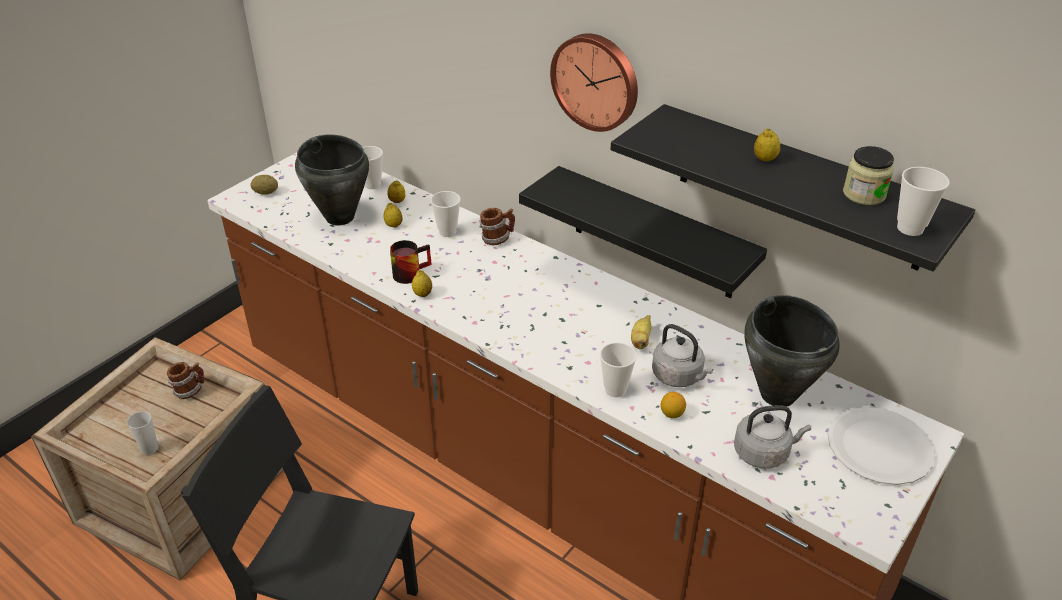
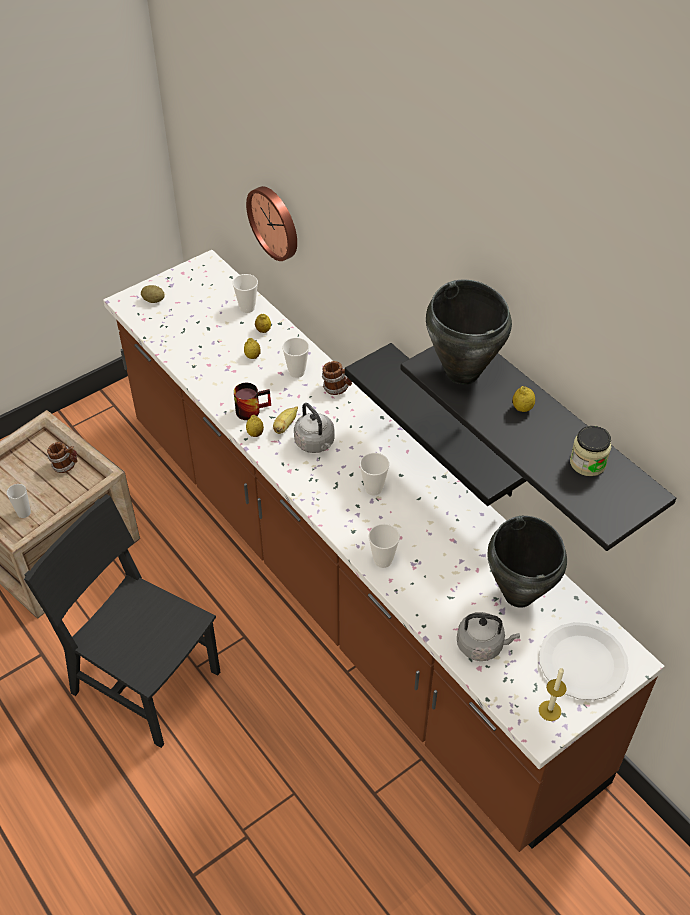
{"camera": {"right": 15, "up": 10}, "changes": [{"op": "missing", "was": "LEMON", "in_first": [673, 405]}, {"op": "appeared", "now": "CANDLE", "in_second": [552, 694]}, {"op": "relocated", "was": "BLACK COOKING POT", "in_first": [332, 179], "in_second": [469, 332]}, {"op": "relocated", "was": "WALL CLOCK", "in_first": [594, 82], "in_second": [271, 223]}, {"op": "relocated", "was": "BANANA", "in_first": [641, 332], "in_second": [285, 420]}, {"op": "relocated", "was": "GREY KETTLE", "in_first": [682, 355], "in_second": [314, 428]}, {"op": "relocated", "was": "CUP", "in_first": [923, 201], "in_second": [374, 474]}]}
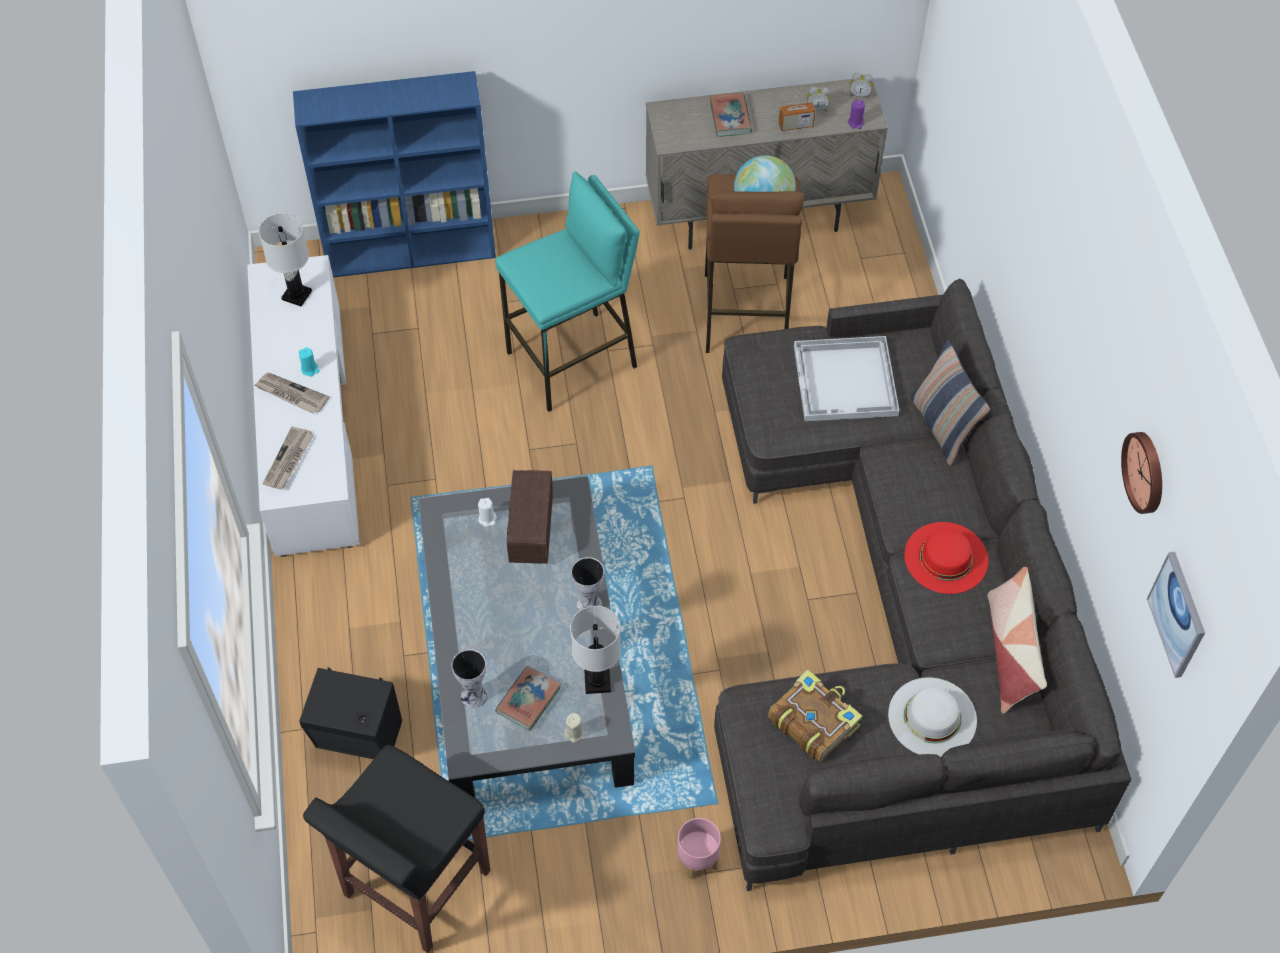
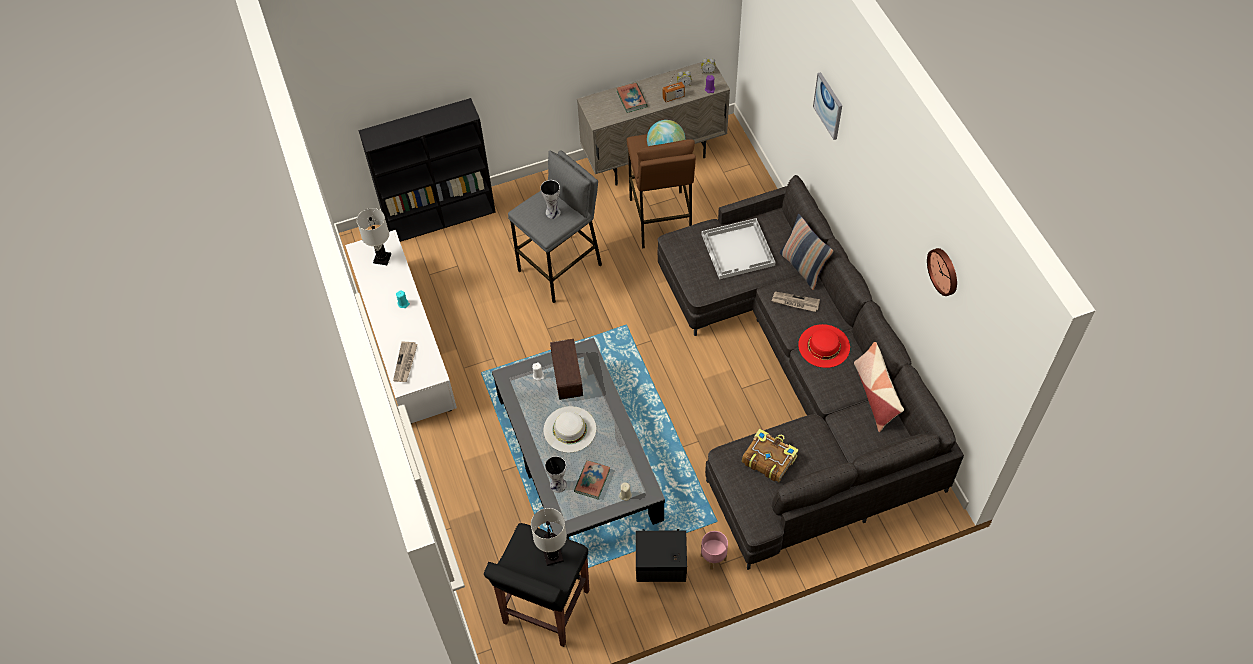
{"camera": {"right": -10, "up": 0}, "changes": [{"op": "relocated", "was": "NEWSPAPER", "in_first": [292, 393], "in_second": [796, 302]}, {"op": "relocated", "was": "BLACK SPEAKER", "in_first": [350, 713], "in_second": [661, 555]}, {"op": "relocated", "was": "WHITE TABLE LAMP", "in_first": [595, 650], "in_second": [549, 537]}, {"op": "relocated", "was": "VASE", "in_first": [587, 584], "in_second": [550, 199]}, {"op": "relocated", "was": "WHITE HAT", "in_first": [932, 717], "in_second": [570, 429]}, {"op": "relocated", "was": "PICTURE", "in_first": [1176, 615], "in_second": [827, 106]}, {"op": "colour", "was": "BLUE BOOKCASE", "now": "BLACK BOOKCASE", "in_first": [394, 174], "in_second": [427, 170]}, {"op": "colour", "was": "TURQUOISE STOOL", "now": "GREY STOOL", "in_first": [567, 292], "in_second": [555, 226]}]}
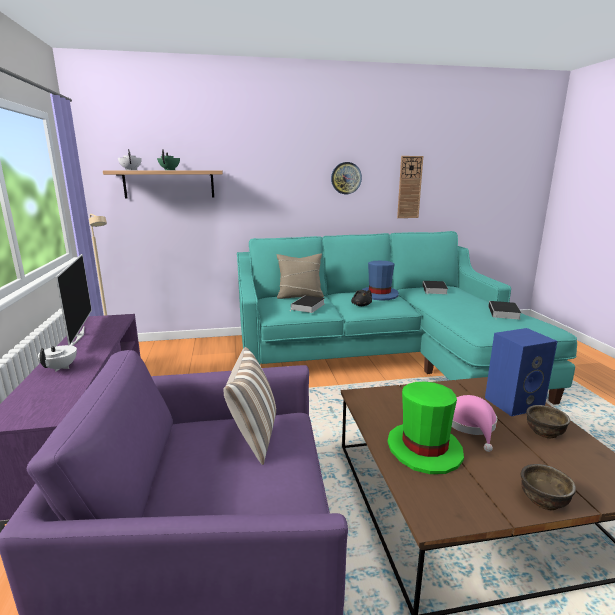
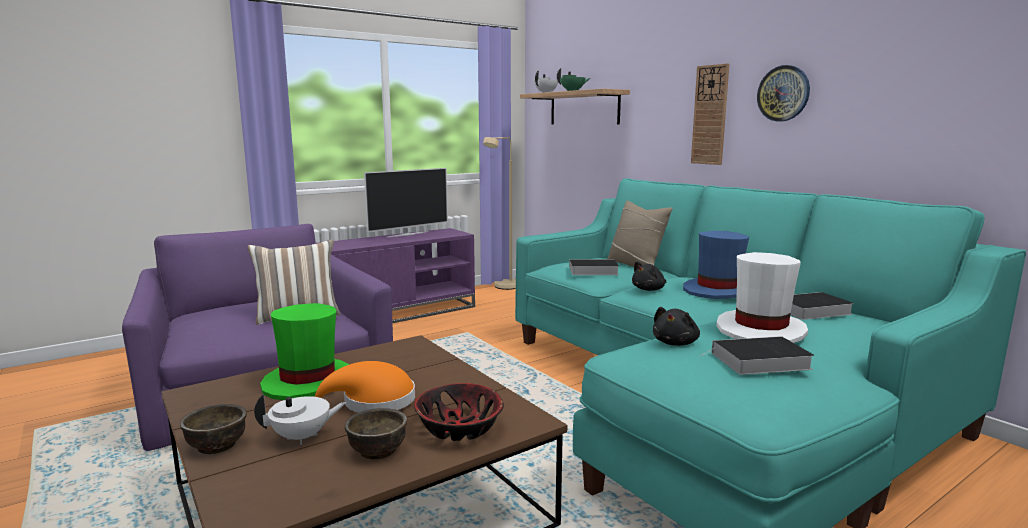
{"camera": {"right": 65, "up": -5}, "changes": [{"op": "appeared", "now": "BLACK PLUSH TOY", "in_second": [676, 326]}, {"op": "appeared", "now": "WHITE HAT", "in_second": [762, 297]}, {"op": "relocated", "was": "WHITE TEAPOT", "in_first": [57, 357], "in_second": [300, 419]}, {"op": "relocated", "was": "WALL CLOCK", "in_first": [410, 187], "in_second": [710, 114]}, {"op": "exchanged", "was": "BLUE SPEAKER", "now": "BOWL", "in_first": [521, 372], "in_second": [459, 412]}, {"op": "colour", "was": "PINK HAT", "now": "ORANGE HAT", "in_first": [474, 423], "in_second": [365, 387]}]}
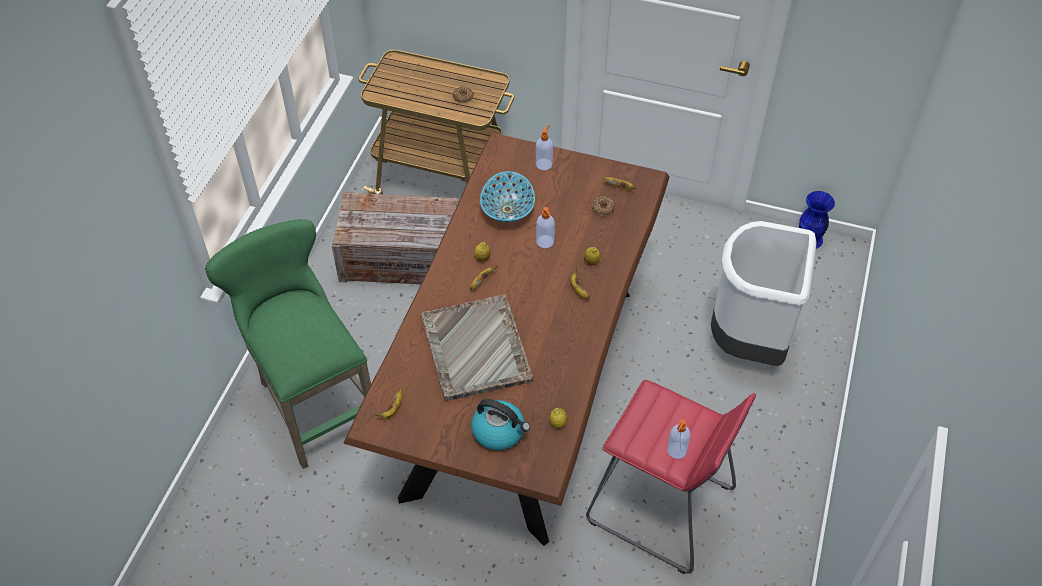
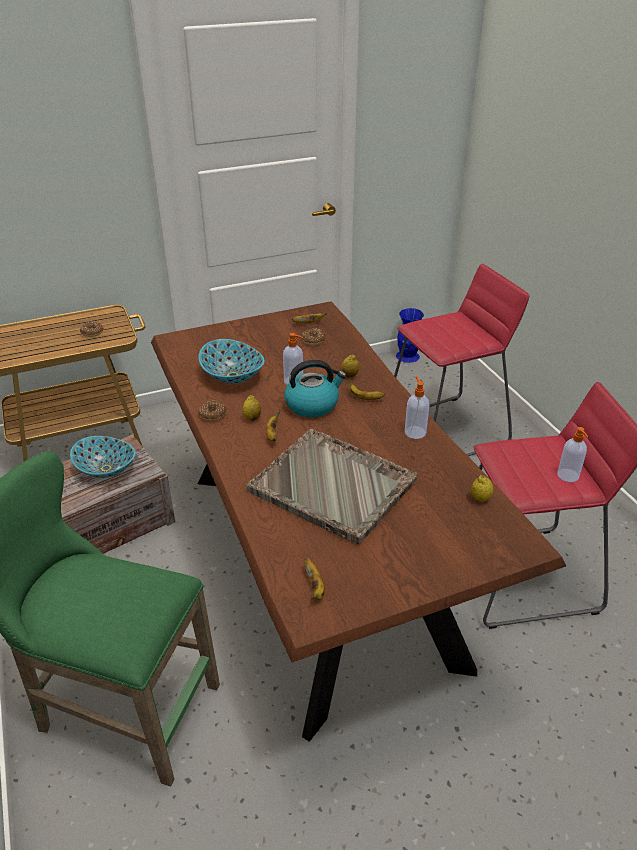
{"camera": {"right": -40, "up": -15}, "changes": [{"op": "appeared", "now": "BOWL", "in_second": [103, 457]}, {"op": "appeared", "now": "DONUT", "in_second": [212, 410]}, {"op": "relocated", "was": "KETTLE", "in_first": [500, 425], "in_second": [315, 388]}, {"op": "relocated", "was": "SOAP DISPENSER", "in_first": [544, 147], "in_second": [417, 407]}, {"op": "exchanged", "was": "WHITE TRASH CAN", "now": "RED STOOL", "in_first": [763, 293], "in_second": [462, 360]}]}
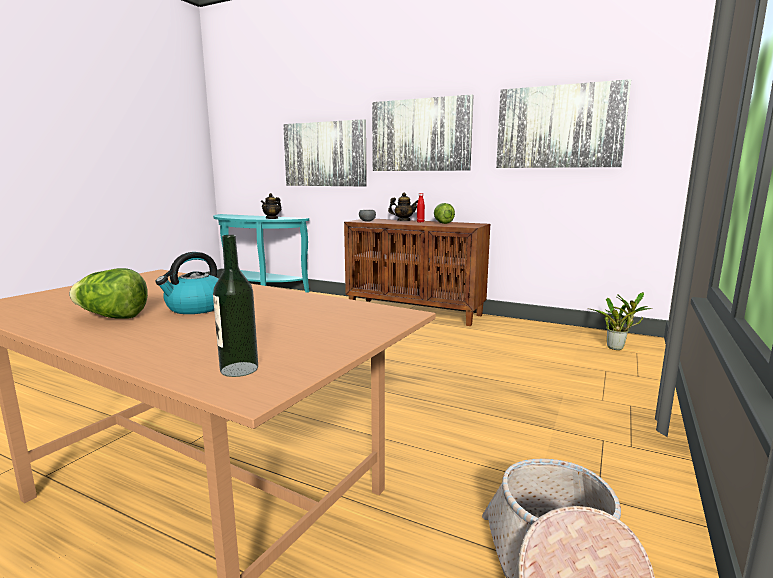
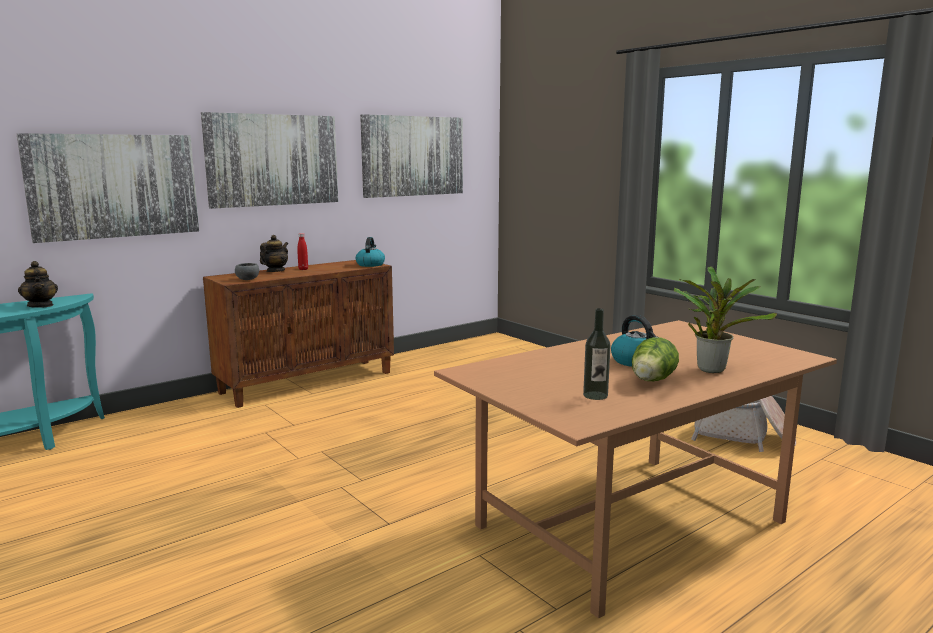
{"camera": {"right": -65, "up": 0}, "changes": [{"op": "missing", "was": "LETTUCE", "in_first": [444, 213]}, {"op": "appeared", "now": "KETTLE", "in_second": [370, 252]}, {"op": "relocated", "was": "BOTTLE", "in_first": [235, 306], "in_second": [597, 354]}, {"op": "relocated", "was": "POTTED PLANT", "in_first": [621, 321], "in_second": [725, 319]}]}
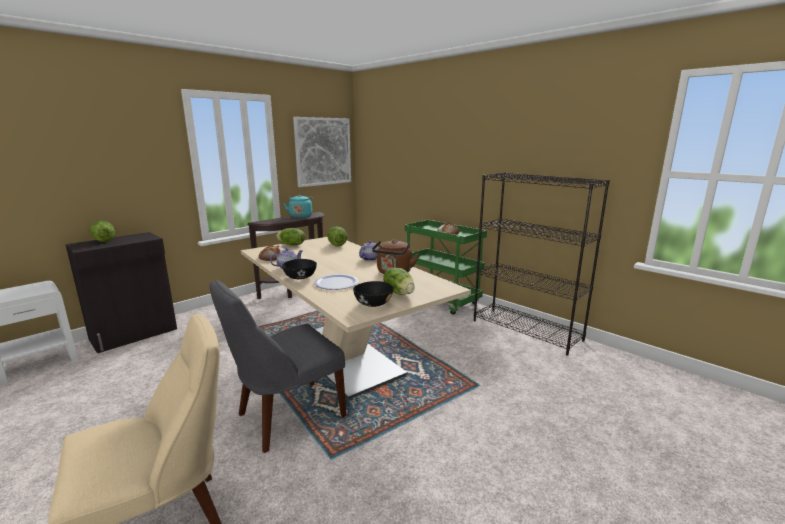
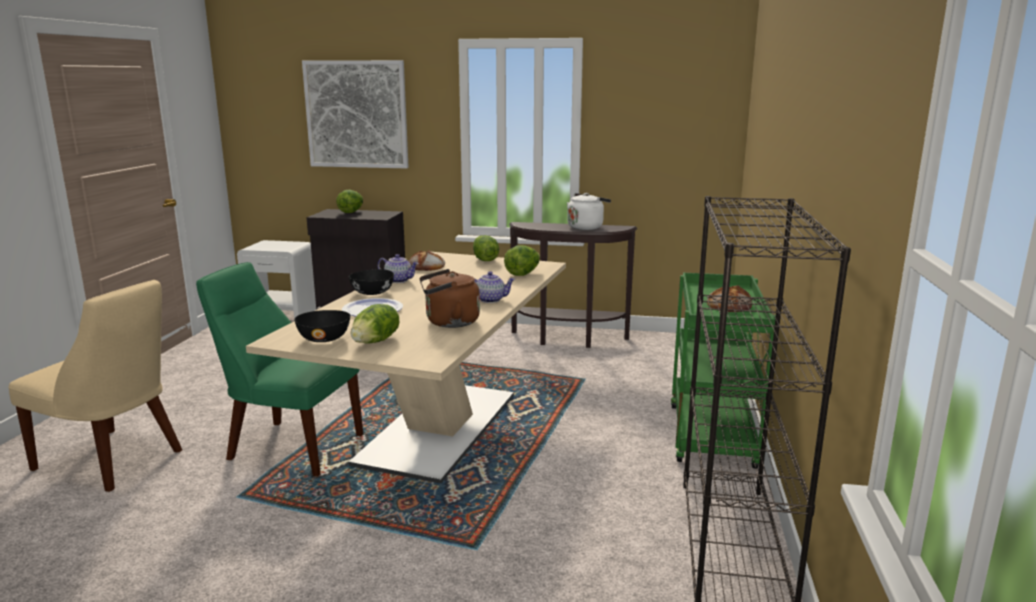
{"camera": {"right": 55, "up": 0}, "changes": [{"op": "relocated", "was": "PICTURE", "in_first": [322, 152], "in_second": [355, 114]}, {"op": "colour", "was": "GREY CHAIR", "now": "GREEN CHAIR", "in_first": [278, 366], "in_second": [279, 369]}, {"op": "colour", "was": "TURQUOISE KETTLE", "now": "WHITE KETTLE", "in_first": [297, 206], "in_second": [589, 211]}]}
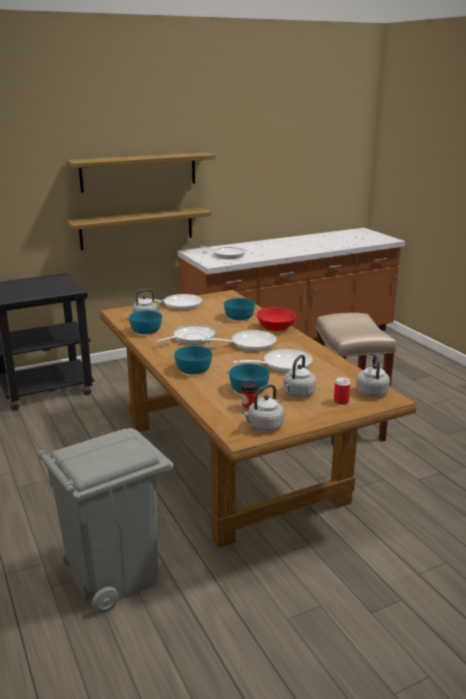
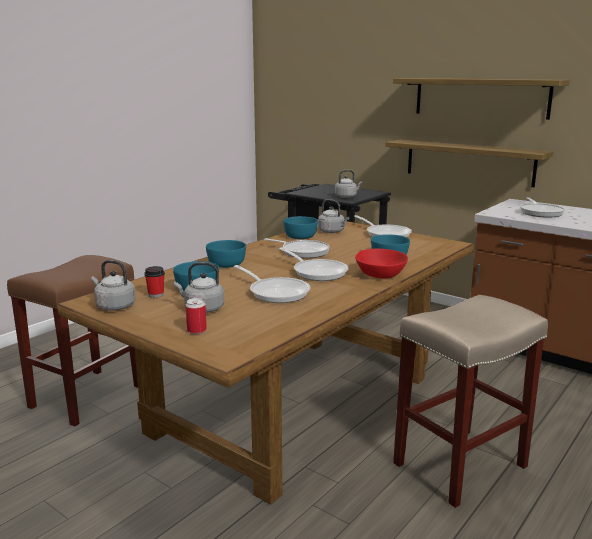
{"camera": {"right": 65, "up": -5}, "changes": [{"op": "relocated", "was": "GREY KETTLE", "in_first": [373, 375], "in_second": [349, 184]}, {"op": "exchanged", "was": "GREY TRASH CAN", "now": "BROWN STOOL", "in_first": [106, 520], "in_second": [72, 341]}]}
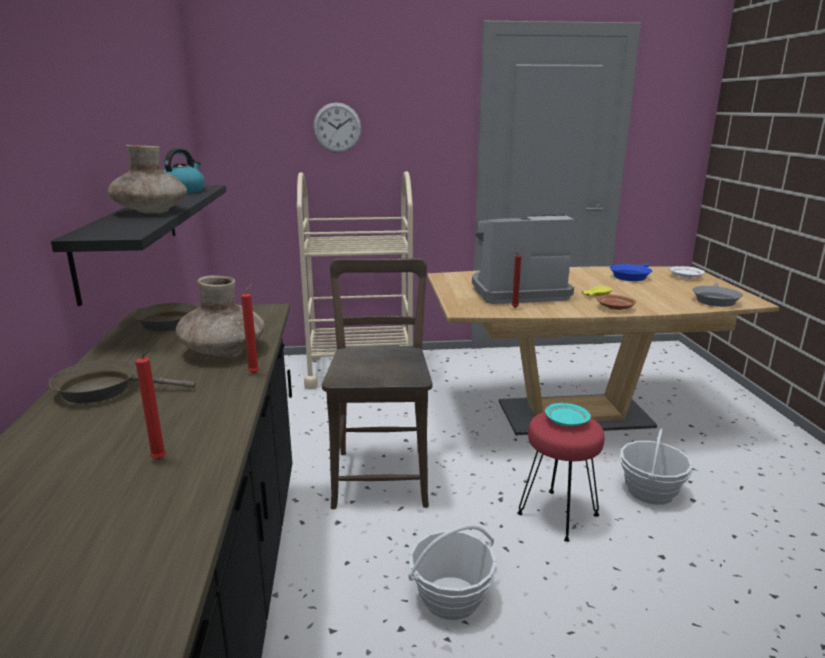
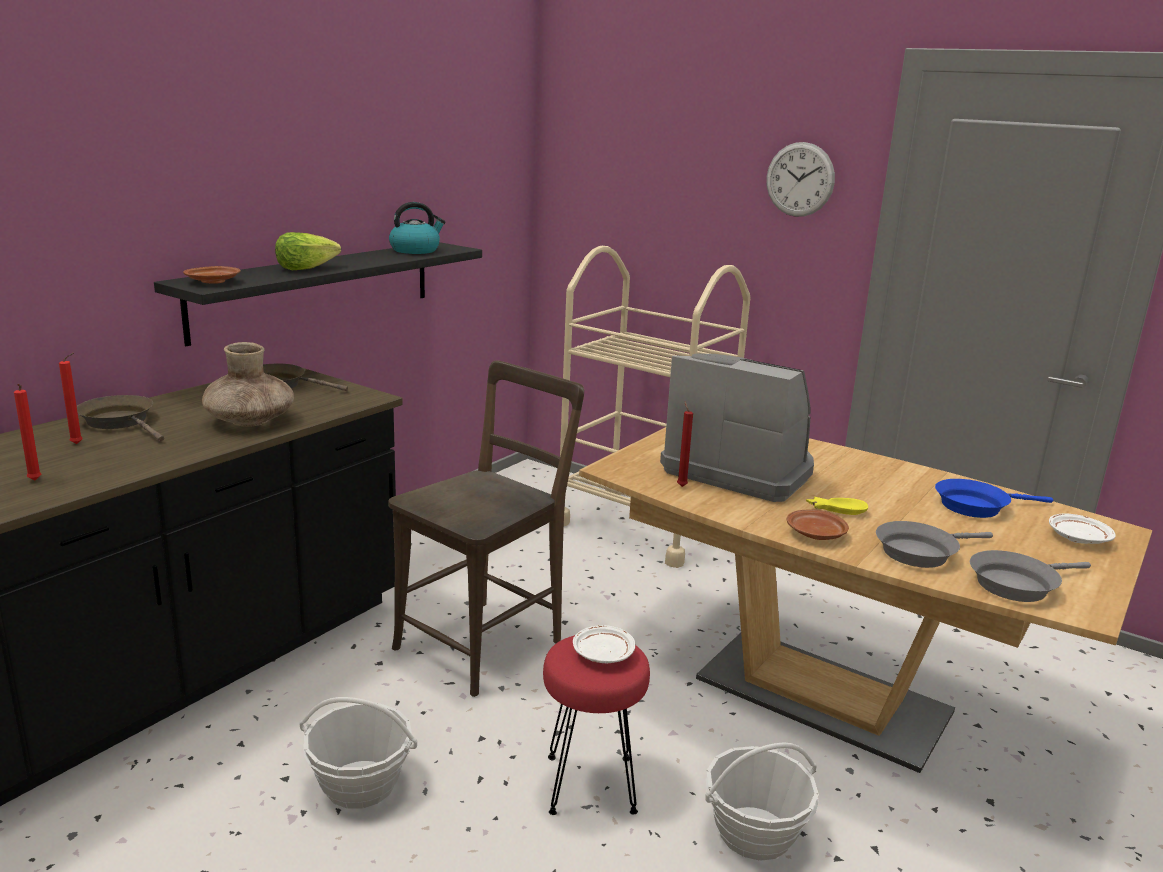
{"camera": {"right": 40, "up": 0}, "changes": [{"op": "appeared", "now": "BROWN PLATE", "in_second": [212, 275]}, {"op": "appeared", "now": "GREY FRYING PAN", "in_second": [934, 544]}, {"op": "relocated", "was": "RED CANDLE", "in_first": [250, 329], "in_second": [71, 398]}, {"op": "relocated", "was": "WALL CLOCK", "in_first": [337, 127], "in_second": [800, 179]}, {"op": "exchanged", "was": "BROWN VASE", "now": "LETTUCE", "in_first": [147, 179], "in_second": [308, 251]}, {"op": "colour", "was": "TURQUOISE PLATE", "now": "WHITE PLATE", "in_first": [568, 414], "in_second": [604, 644]}]}
